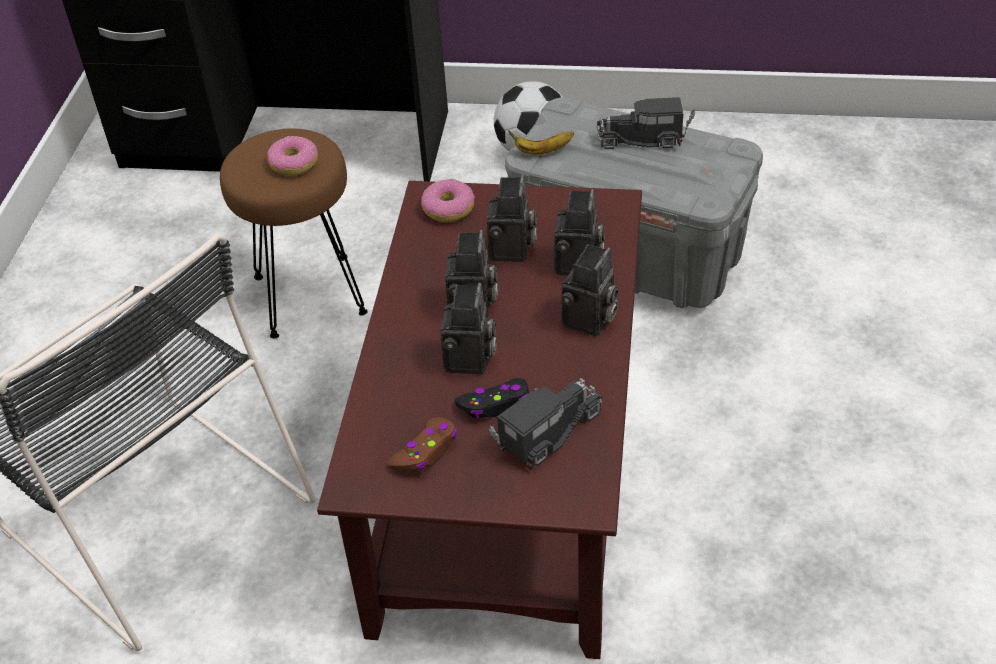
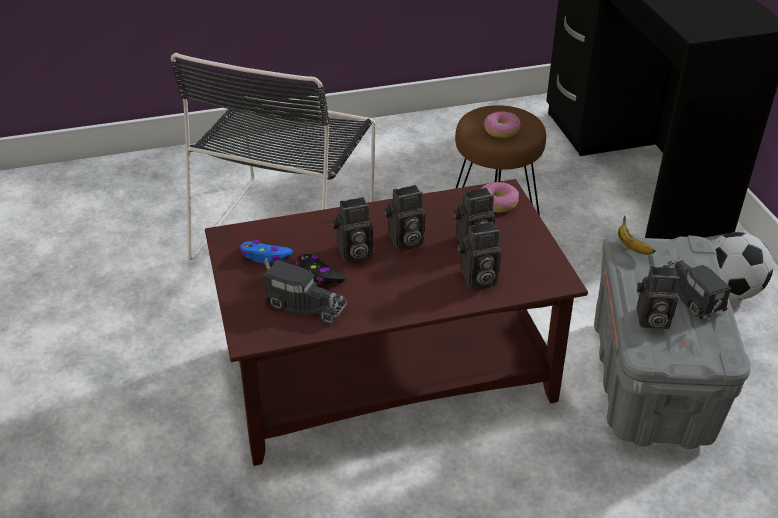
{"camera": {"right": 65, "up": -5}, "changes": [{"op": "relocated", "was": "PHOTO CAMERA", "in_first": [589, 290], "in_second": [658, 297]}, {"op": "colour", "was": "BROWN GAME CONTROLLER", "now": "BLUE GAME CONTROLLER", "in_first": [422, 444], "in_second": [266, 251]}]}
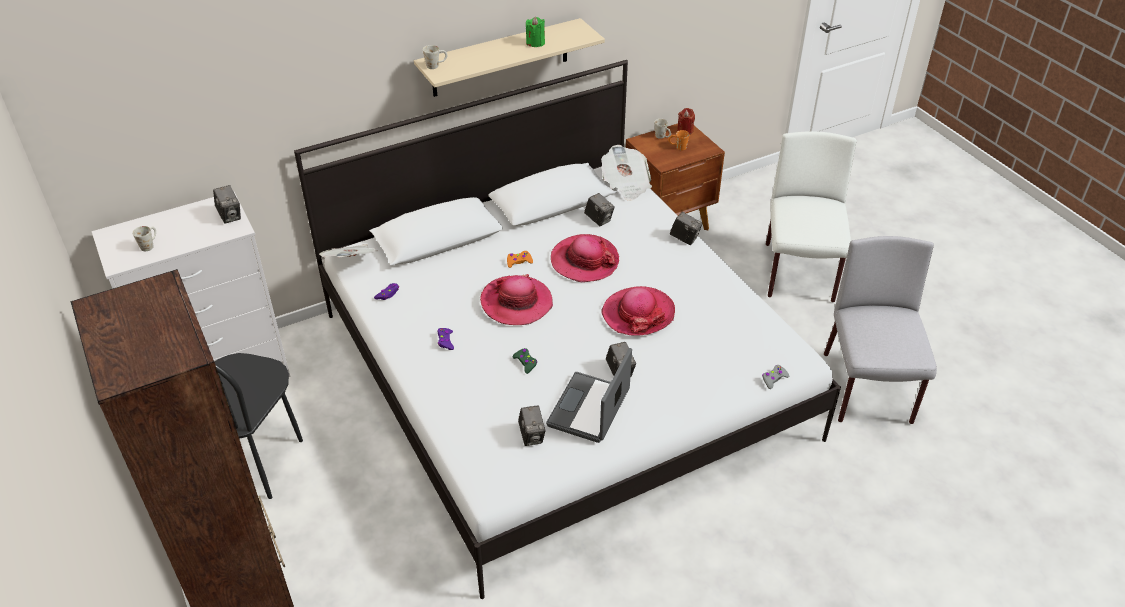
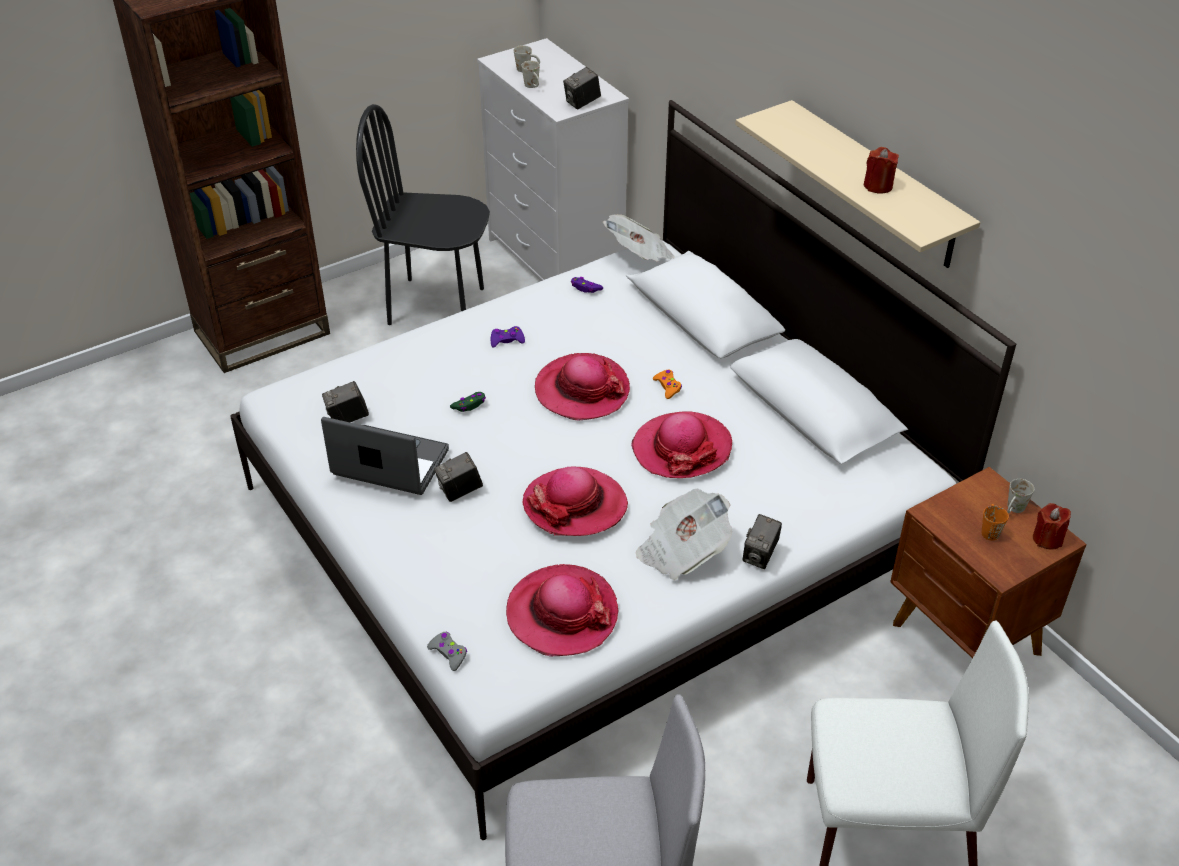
{"camera": {"right": 85, "up": 0}, "changes": [{"op": "missing", "was": "PHOTO CAMERA", "in_first": [599, 209]}, {"op": "appeared", "now": "HAT", "in_second": [562, 610]}, {"op": "relocated", "was": "WHITE MUG", "in_first": [435, 57], "in_second": [530, 74]}, {"op": "relocated", "was": "NEWSPAPER", "in_first": [626, 173], "in_second": [684, 534]}, {"op": "colour", "was": "GREEN CANDLE", "now": "RED CANDLE", "in_first": [535, 32], "in_second": [881, 170]}]}
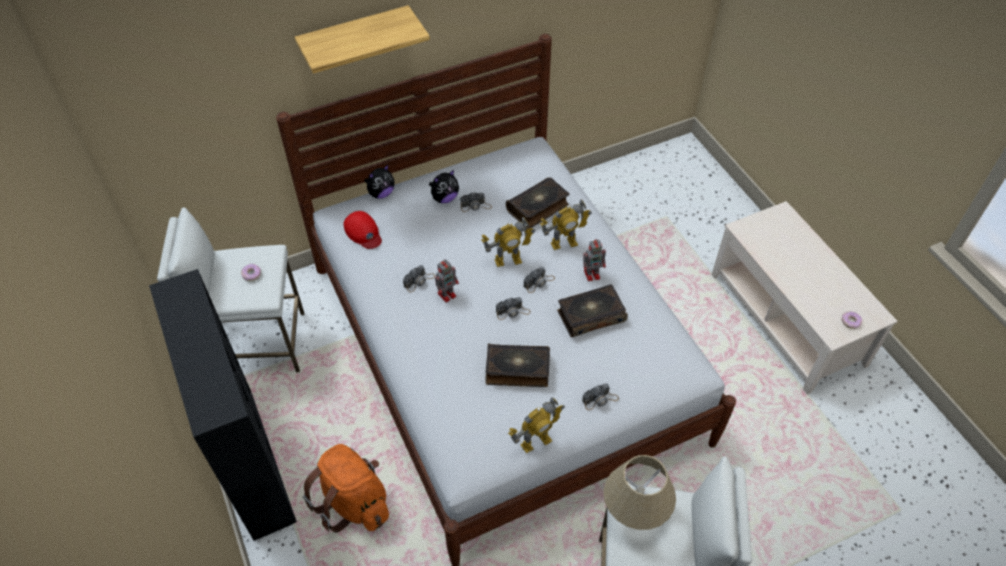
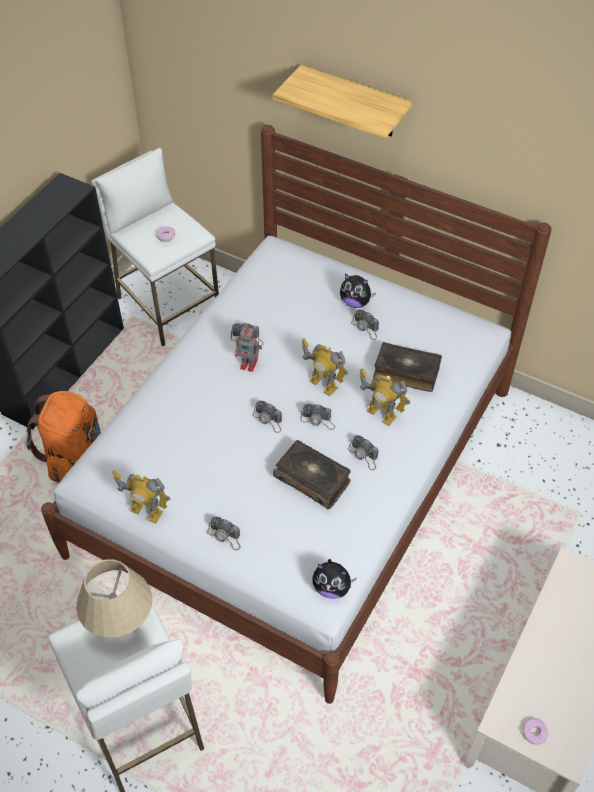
{"camera": {"right": 55, "up": 0}, "changes": [{"op": "missing", "was": "RED CAP", "in_first": [363, 230]}, {"op": "missing", "was": "BOOK", "in_first": [517, 365]}, {"op": "relocated", "was": "PLUSH TOY", "in_first": [379, 182], "in_second": [334, 579]}, {"op": "exchanged", "was": "TOY ROBOT", "now": "PHOTO CAMERA", "in_first": [594, 260], "in_second": [363, 452]}]}
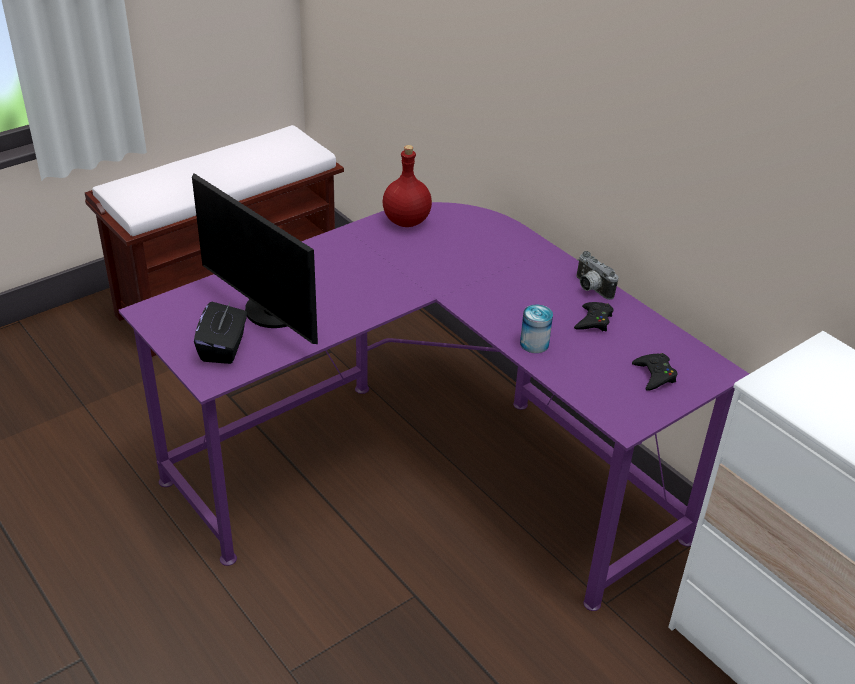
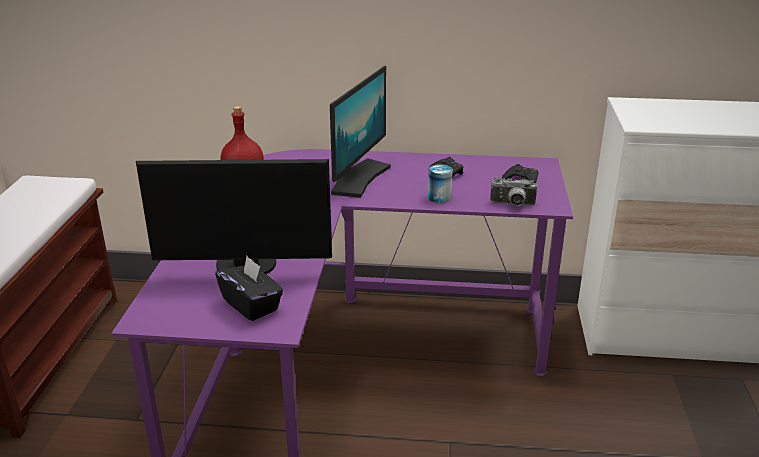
{"camera": {"right": -45, "up": -10}, "changes": [{"op": "appeared", "now": "MONITOR", "in_second": [360, 132]}, {"op": "relocated", "was": "PHOTO CAMERA", "in_first": [597, 275], "in_second": [514, 191]}]}
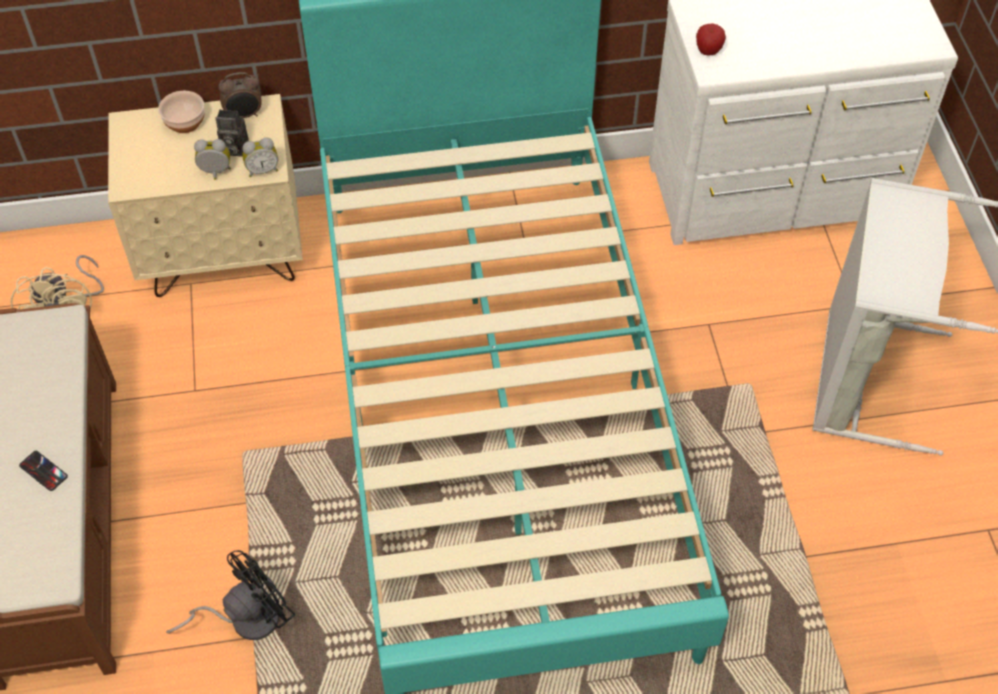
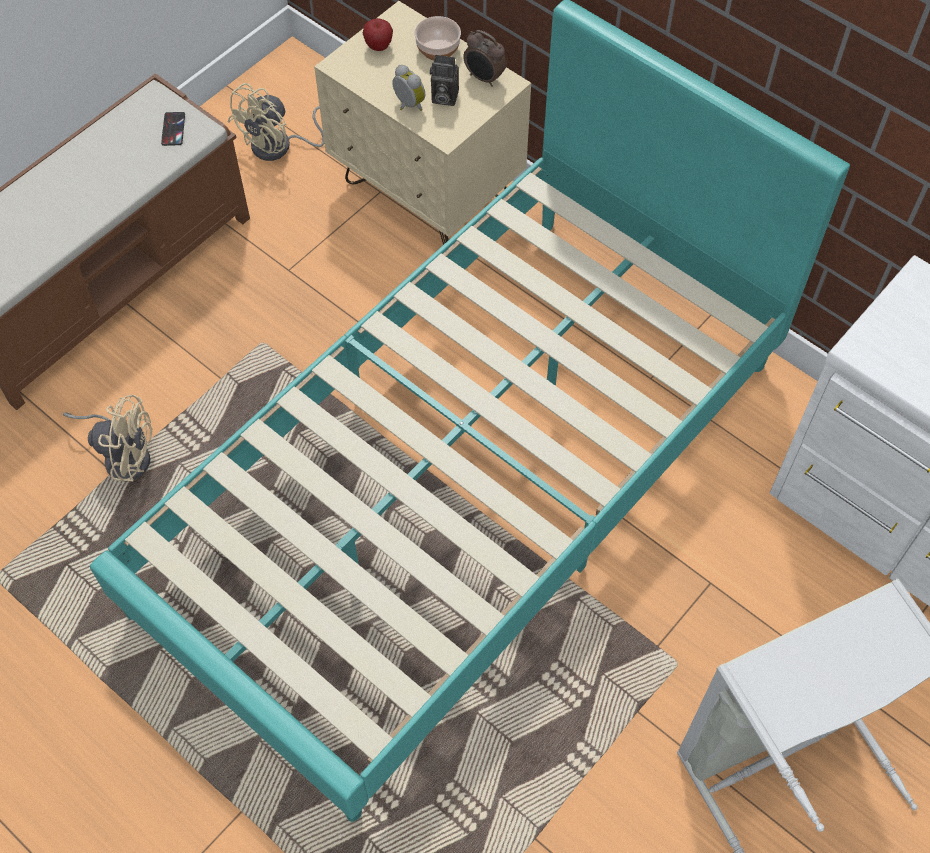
{"camera": {"right": 50, "up": 5}, "changes": [{"op": "missing", "was": "ALARM CLOCK", "in_first": [260, 157]}, {"op": "relocated", "was": "PHONE", "in_first": [43, 471], "in_second": [173, 129]}, {"op": "relocated", "was": "APPLE", "in_first": [711, 40], "in_second": [378, 34]}, {"op": "colour", "was": "BLACK FAN", "now": "BEIGE FAN", "in_first": [230, 595], "in_second": [107, 438]}, {"op": "spun", "was": "PHOTO CAMERA", "in_first": [232, 133], "in_second": [444, 80], "clockwise": -45}]}
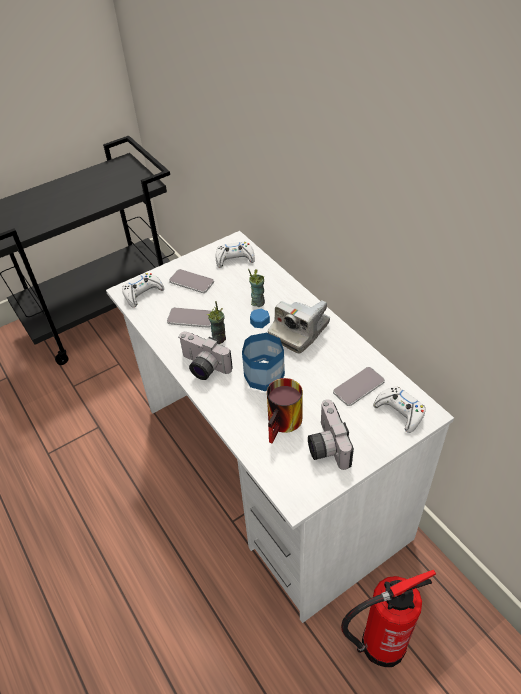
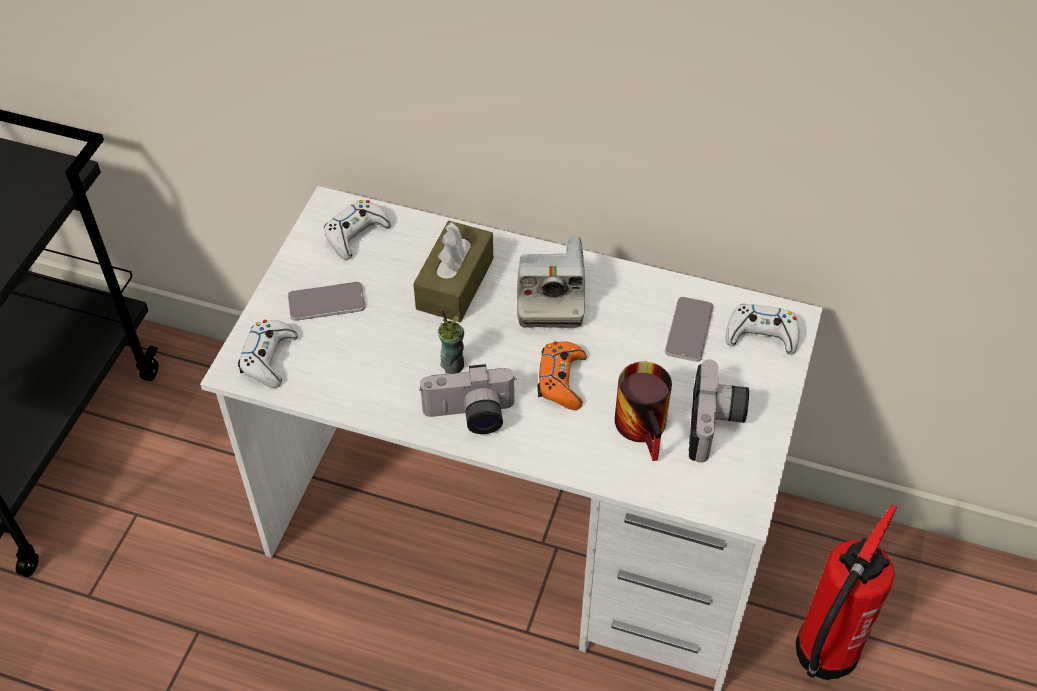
{"camera": {"right": -40, "up": 5}, "changes": [{"op": "missing", "was": "PHONE", "in_first": [189, 317]}, {"op": "exchanged", "was": "BOTTLE", "now": "ORANGE GAME CONTROLLER", "in_first": [263, 350], "in_second": [562, 375]}, {"op": "exchanged", "was": "CUP", "now": "BROWN TISSUE BOX", "in_first": [256, 288], "in_second": [453, 271]}, {"op": "spun", "was": "PHOTO CAMERA", "in_first": [331, 434], "in_second": [719, 411], "clockwise": -120}]}
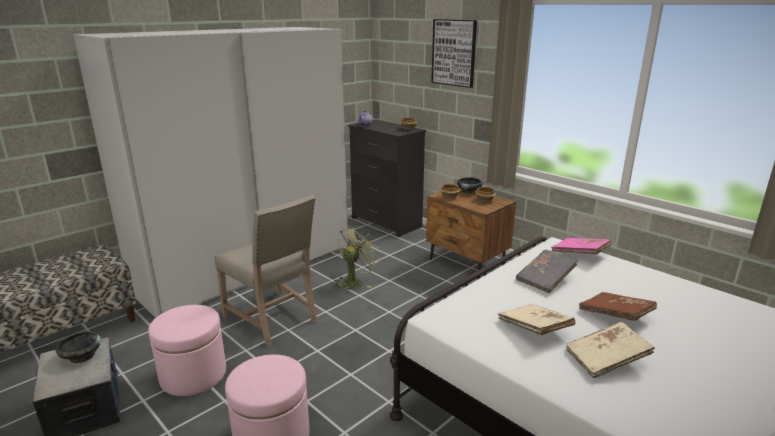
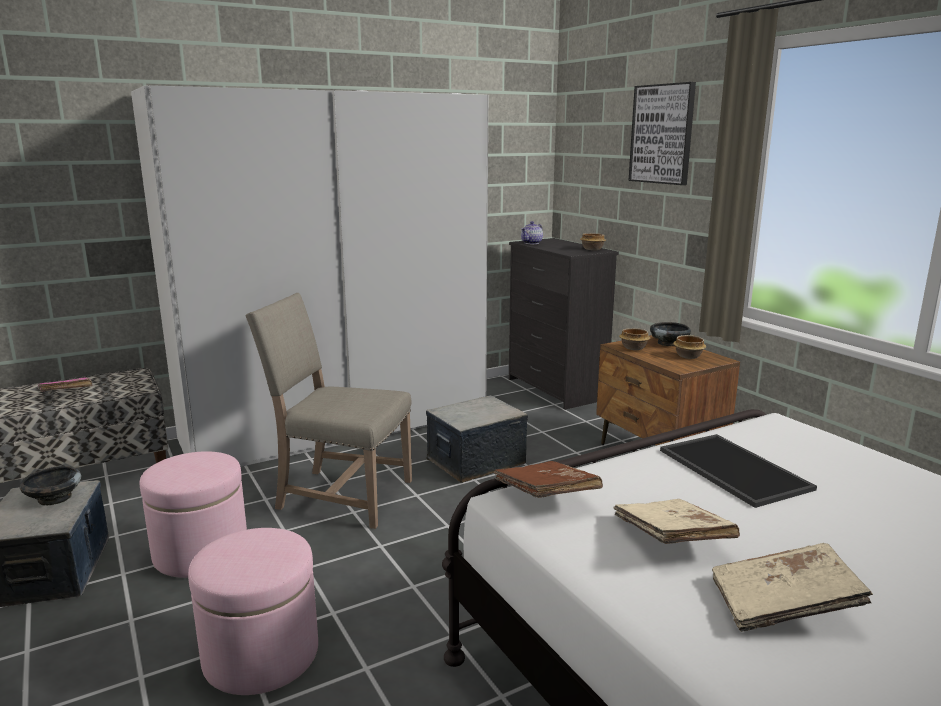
{"camera": {"right": 15, "up": -5}, "changes": [{"op": "relocated", "was": "PINK BOOK", "in_first": [581, 246], "in_second": [65, 384]}, {"op": "relocated", "was": "BROWN BOOK", "in_first": [618, 306], "in_second": [548, 479]}, {"op": "exchanged", "was": "GREEN FAN", "now": "STORAGE BOX", "in_first": [357, 257], "in_second": [477, 439]}, {"op": "exchanged", "was": "GREY BOOK", "now": "TRAY", "in_first": [547, 271], "in_second": [738, 471]}, {"op": "spun", "was": "BEIGE CHAIR", "in_first": [266, 270], "in_second": [328, 411], "clockwise": 135}]}
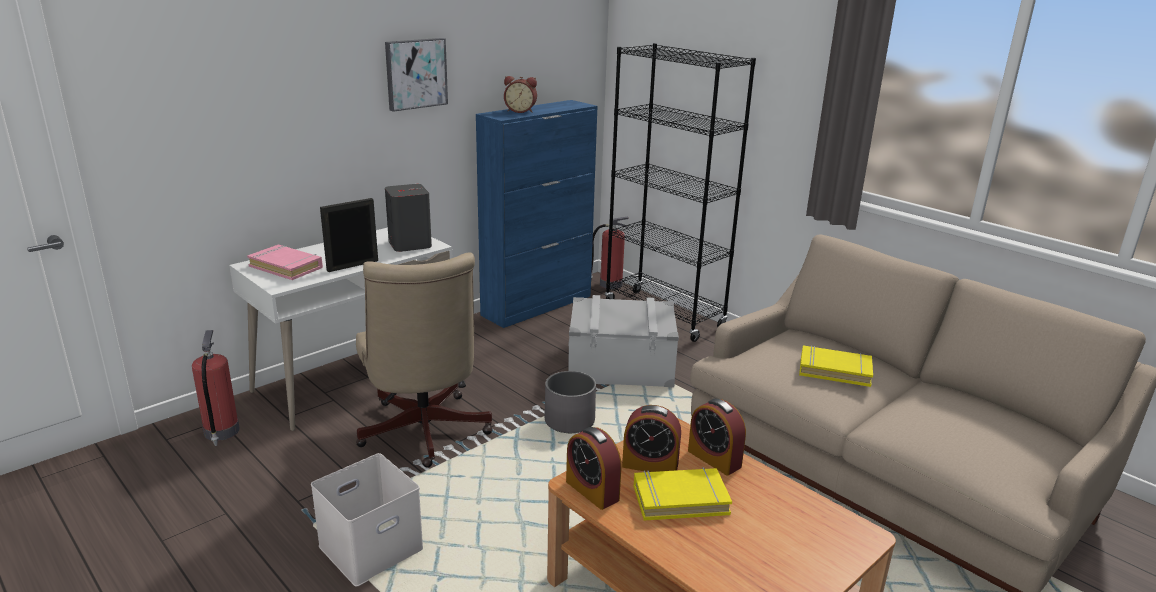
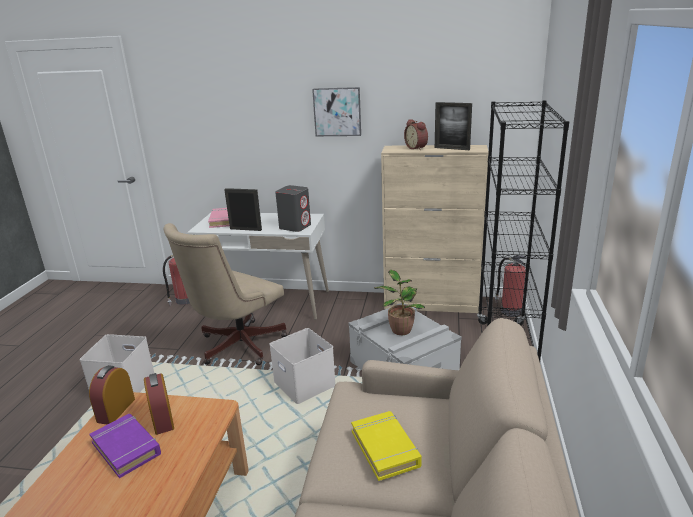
{"camera": {"right": 55, "up": 0}, "changes": [{"op": "missing", "was": "ALARM CLOCK", "in_first": [717, 437]}, {"op": "appeared", "now": "POTTED PLANT", "in_second": [399, 302]}, {"op": "appeared", "now": "PICTURE FRAME", "in_second": [453, 126]}, {"op": "exchanged", "was": "GREY PLANTER", "now": "WHITE STORAGE BOX", "in_first": [570, 402], "in_second": [302, 366]}, {"op": "colour", "was": "BLUE CABINET", "now": "BEIGE CABINET", "in_first": [537, 214], "in_second": [435, 229]}, {"op": "colour", "was": "YELLOW BOOK", "now": "PURPLE BOOK", "in_first": [683, 494], "in_second": [125, 446]}]}
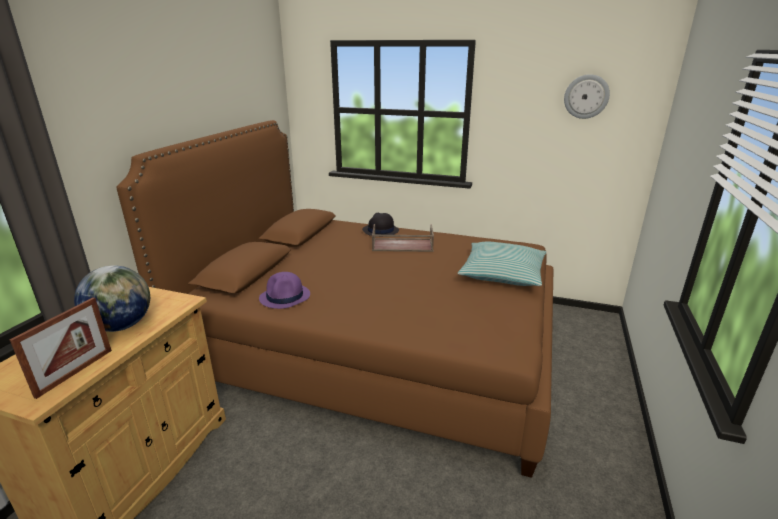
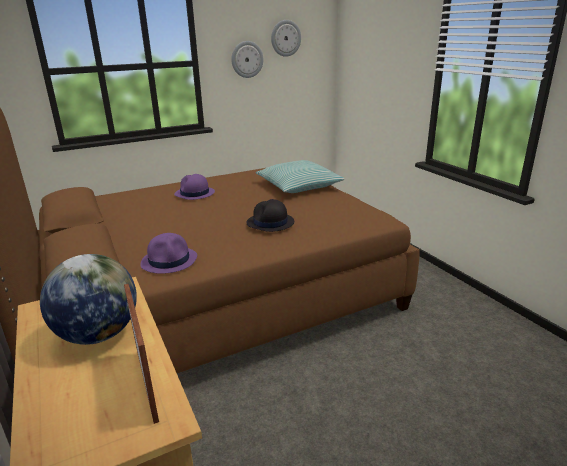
{"camera": {"right": -45, "up": 0}, "changes": [{"op": "appeared", "now": "WALL CLOCK", "in_second": [247, 59]}, {"op": "relocated", "was": "BLACK HAT", "in_first": [380, 224], "in_second": [270, 215]}, {"op": "exchanged", "was": "BROWN TRAY", "now": "PURPLE HAT", "in_first": [403, 238], "in_second": [194, 187]}]}
